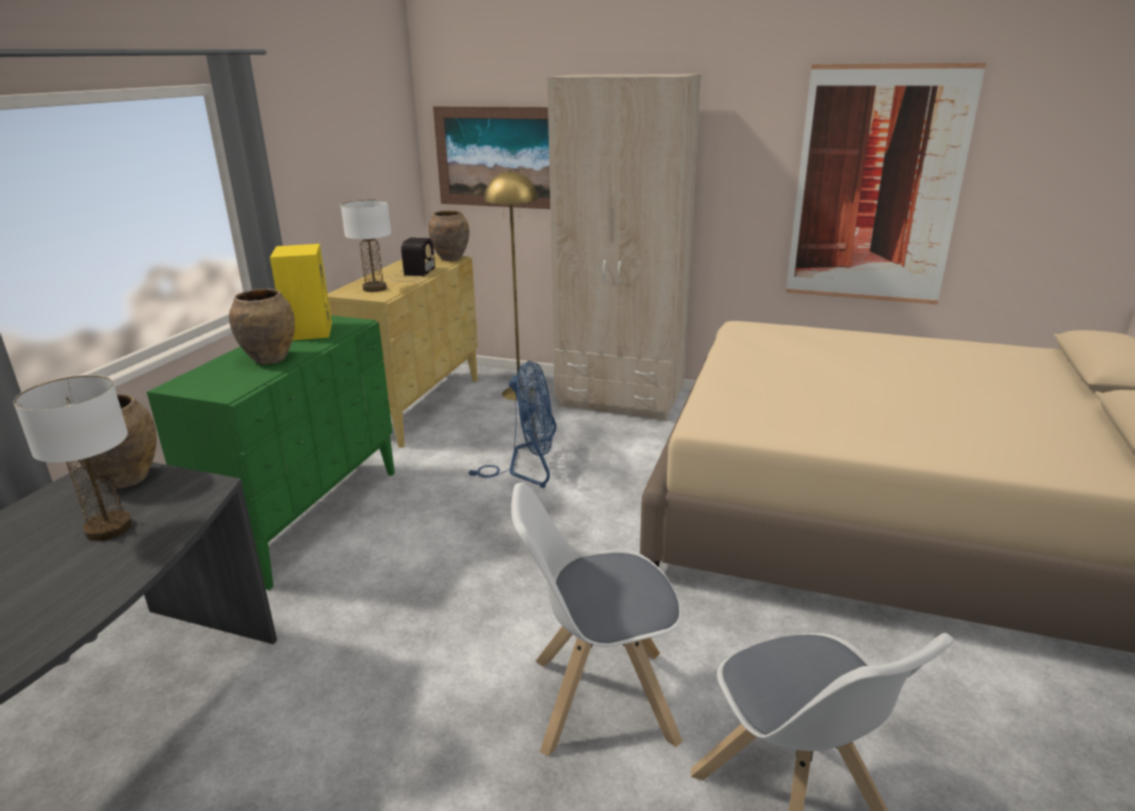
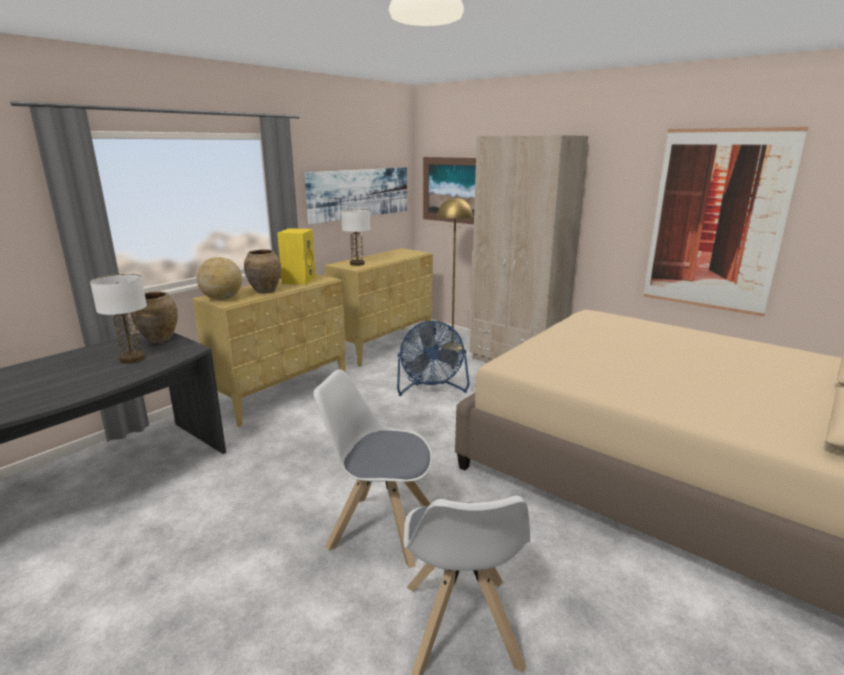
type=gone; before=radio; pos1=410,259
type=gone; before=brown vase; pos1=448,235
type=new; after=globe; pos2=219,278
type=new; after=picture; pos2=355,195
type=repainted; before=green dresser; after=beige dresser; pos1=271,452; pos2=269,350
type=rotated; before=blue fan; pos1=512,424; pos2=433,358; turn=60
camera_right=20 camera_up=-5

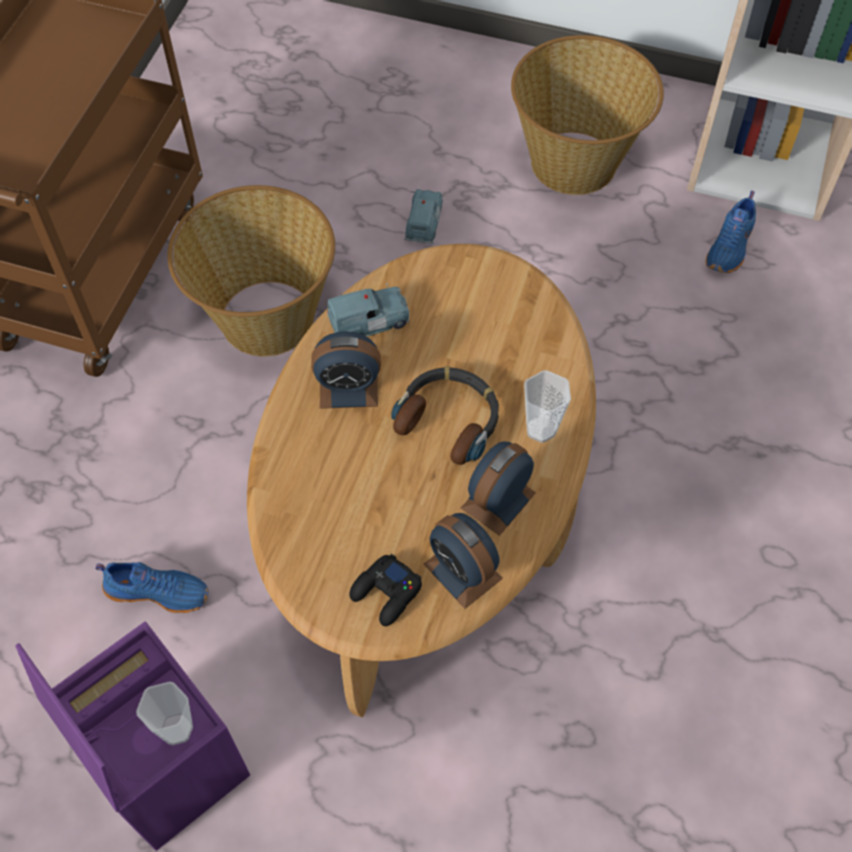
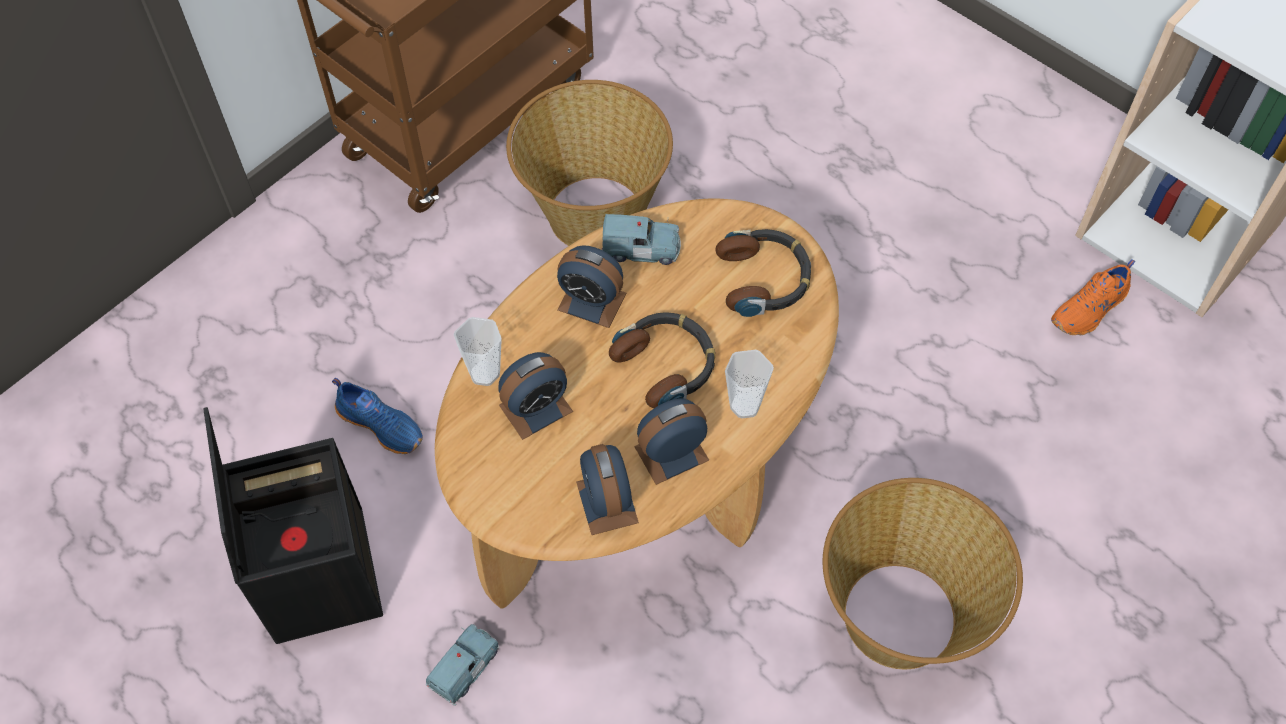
type=gone; before=black game controller; pos1=385,590
type=new; after=alarm clock; pos2=535,396
type=new; after=headphones; pos2=763,273
type=shifted; before=cup; pos1=164,713; pos2=478,351
type=shifted; before=blue toy car; pos1=424,216; pos2=462,665
type=shifted; before=basket; pos1=587,115; pos2=923,573
type=repainted; before=purple storage box; after=black storage box; pos1=132,736; pos2=293,525
type=repainted; before=blue shoe; after=orange shoe; pos1=730,231; pos2=1093,297
camera_right=25 camera_up=0

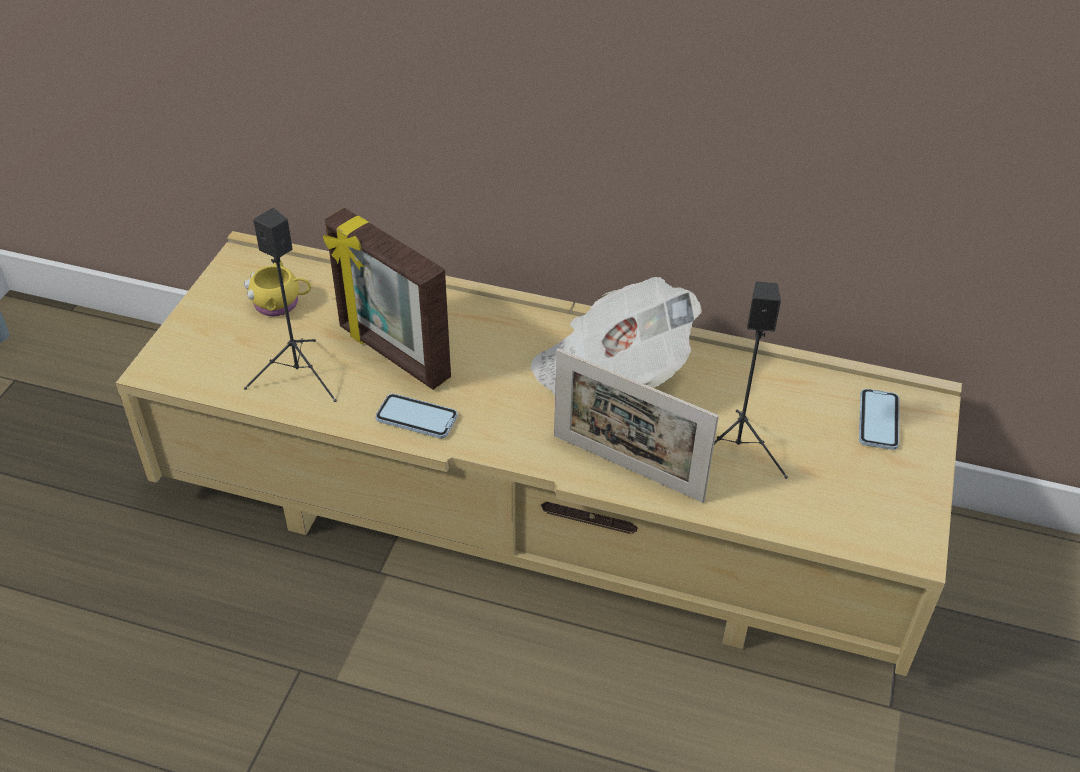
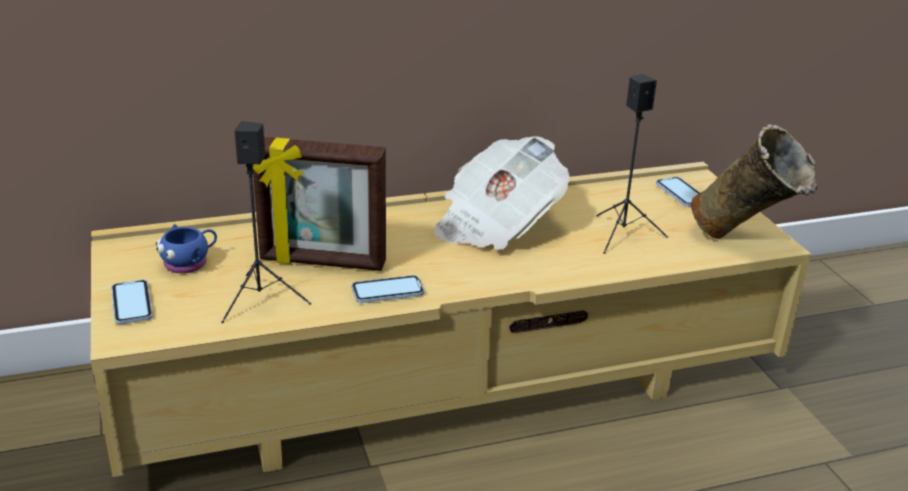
type=gone; before=picture frame; pos1=636,425
type=new; after=phone; pos2=132,302
type=new; after=beige vase; pos2=754,181
type=repainted; before=yellow mug; after=blue mug; pos1=277,288; pos2=186,248
camera_right=-35 camera_up=-15

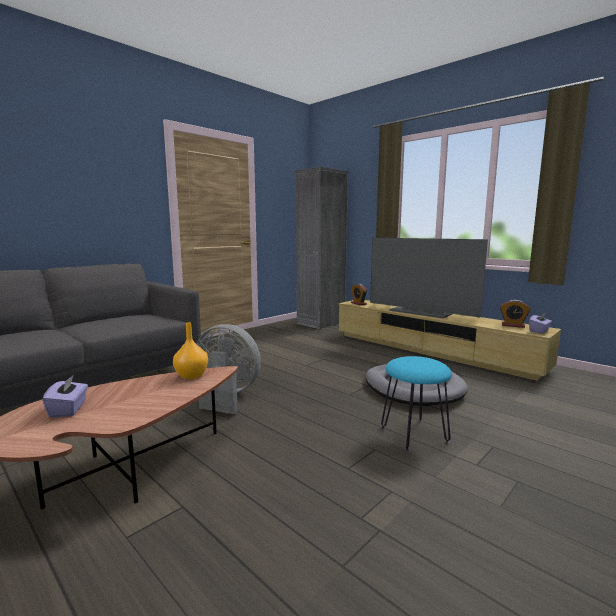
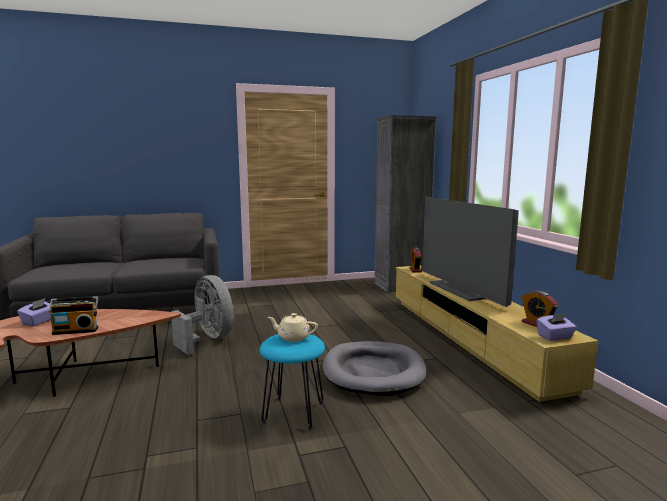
type=gone; before=orange vase; pos1=190,350
type=new; after=radio; pos2=73,315
type=new; after=beige teapot; pos2=293,327
camera_right=30 camera_up=0

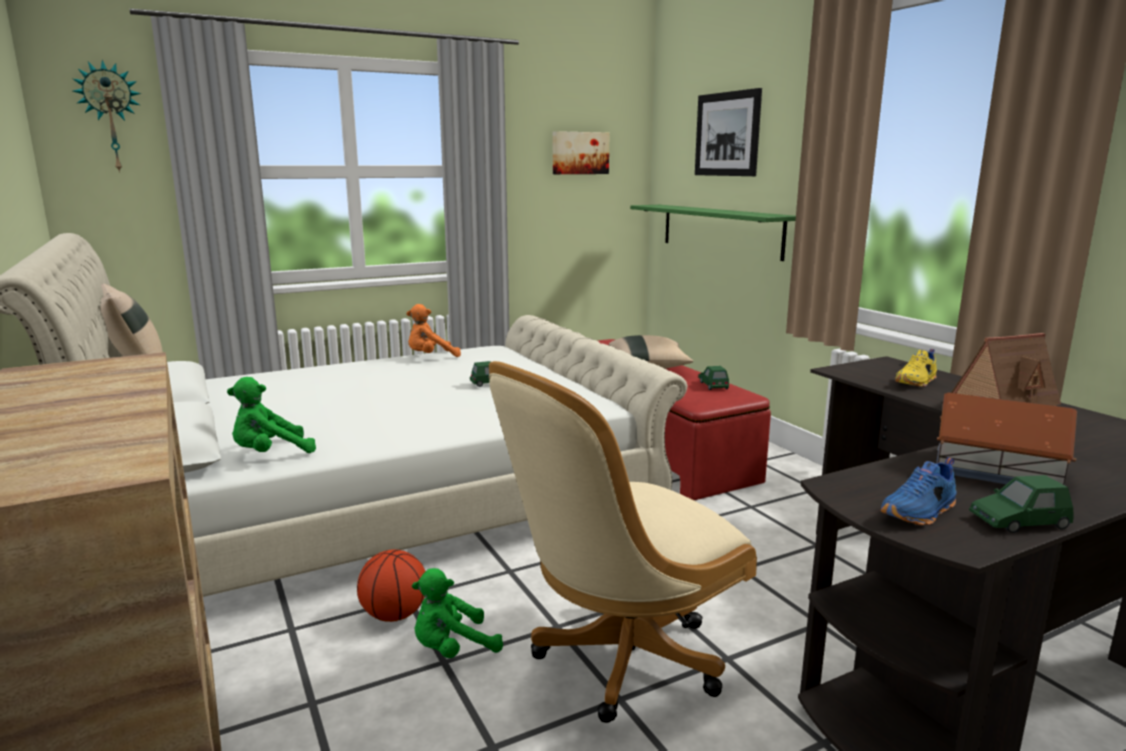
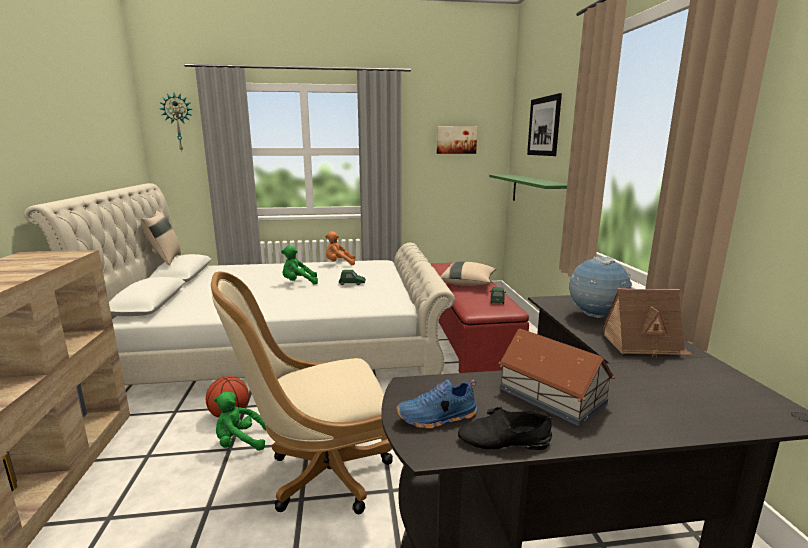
type=shifted; before=green plush toy; pos1=271,415; pos2=299,265
type=swapped; before=yellow shoe; after=globe; pos1=916,368; pos2=600,287
type=swapped; before=green toy car; after=black shoe; pos1=1021,504; pos2=505,428
camera_right=20 camera_up=0

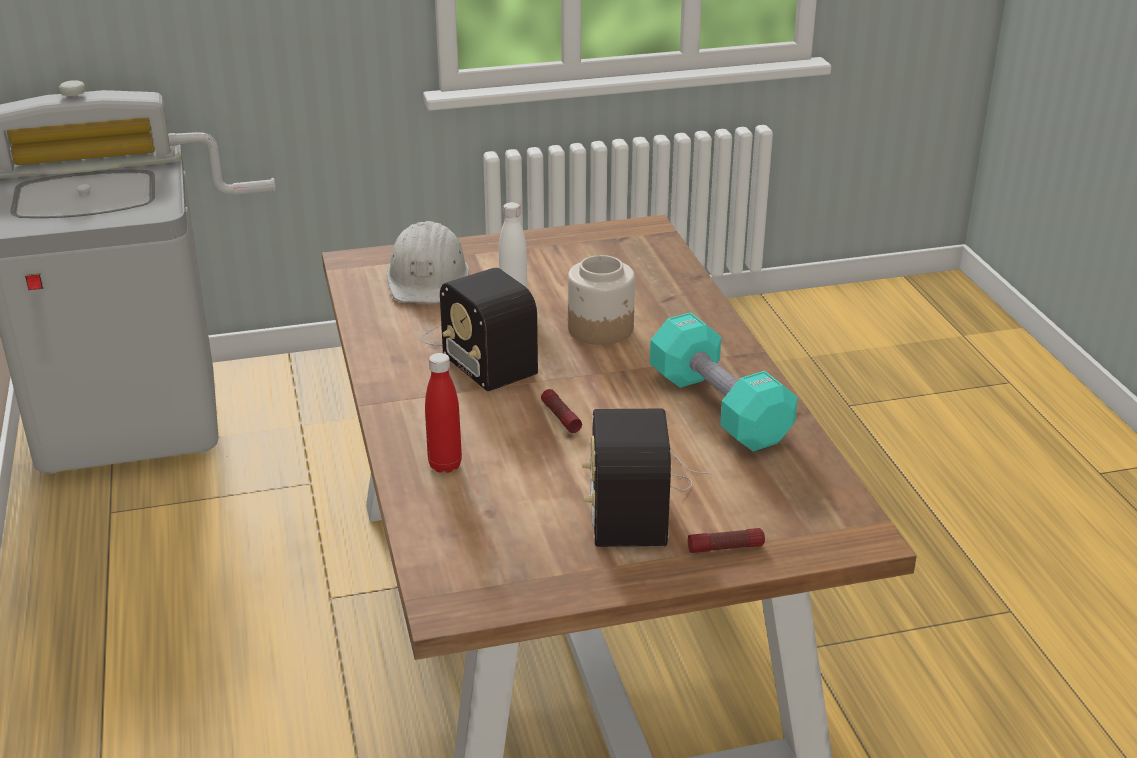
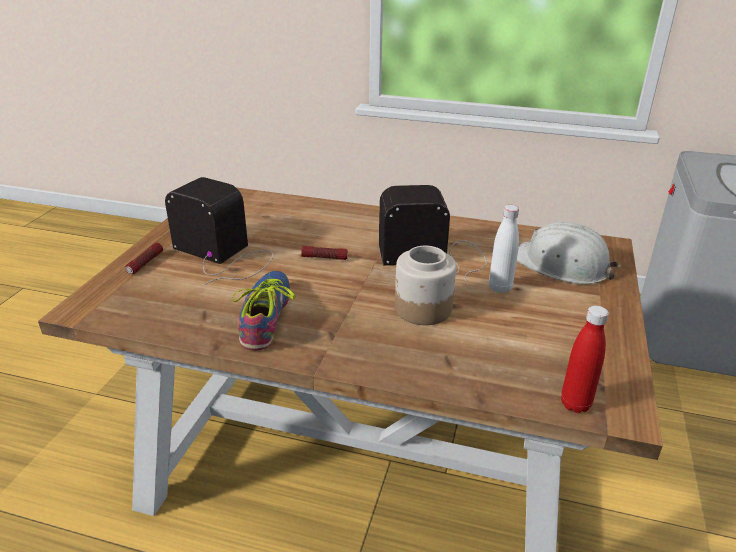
type=shifted; before=red bottle; pos1=443,413; pos2=585,359
type=swapped; before=turquoise dumbbell; after=shoe; pos1=724,381; pos2=264,310
camera_right=120 camera_up=0

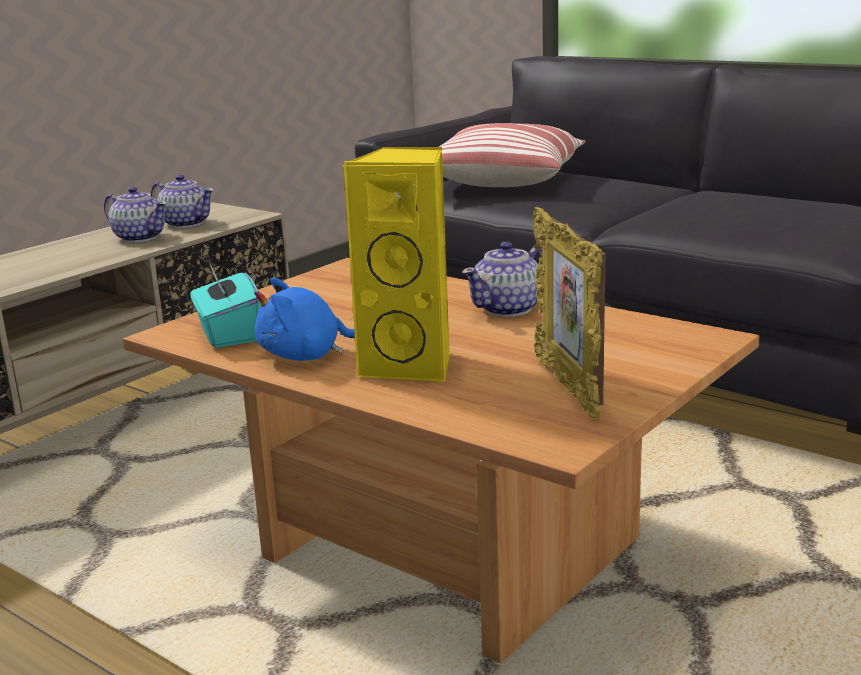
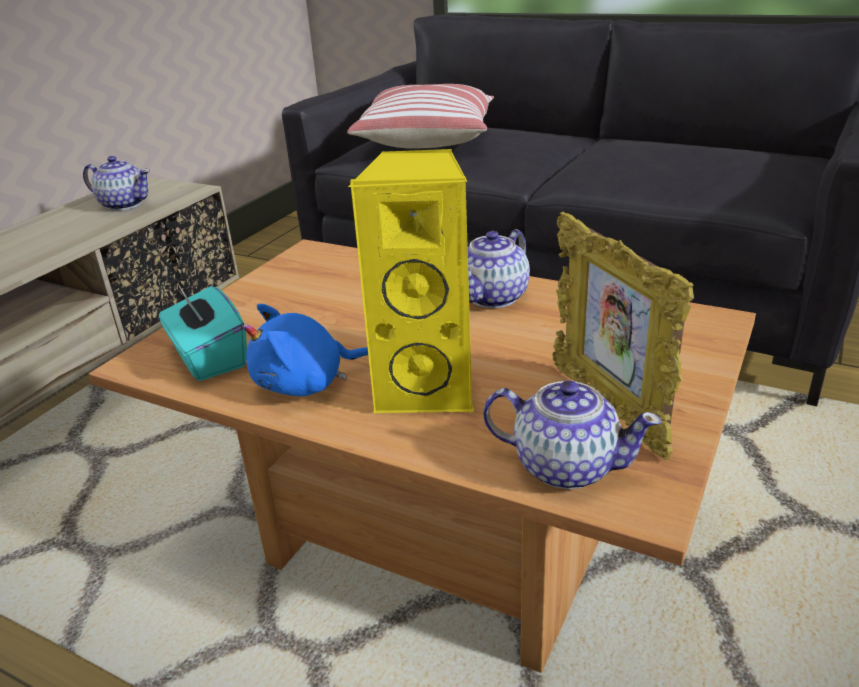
type=shifted; before=teapot; pos1=135,214; pos2=572,434
camera_right=-10 camera_up=10

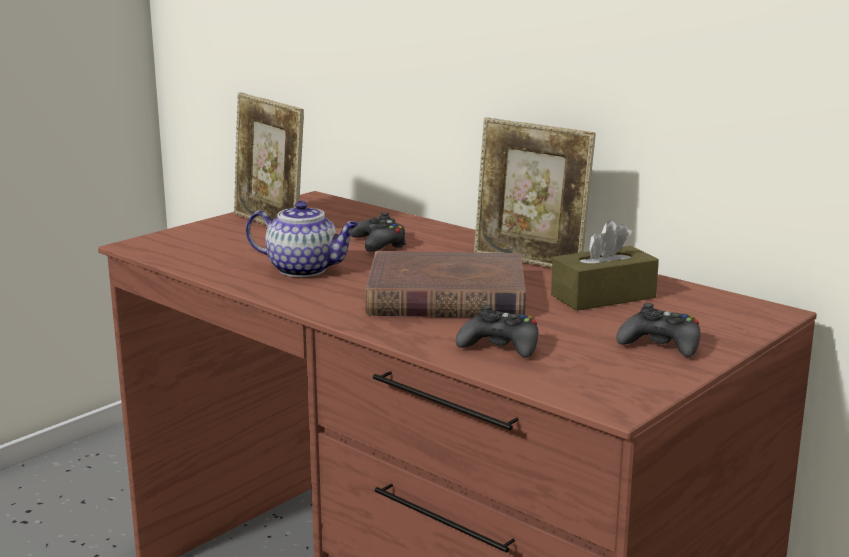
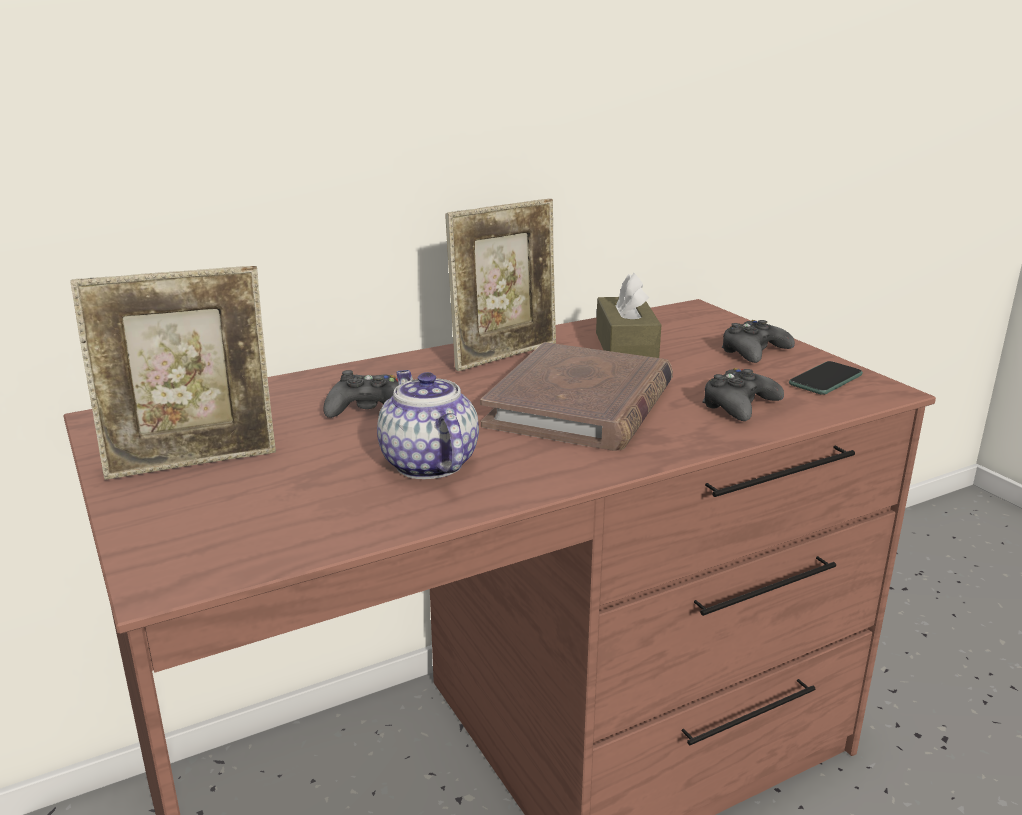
type=new; after=phone; pos2=826,378
type=rotated; before=teapot; pos1=302,239; pos2=428,424; turn=-60
camera_right=-70 camera_up=5

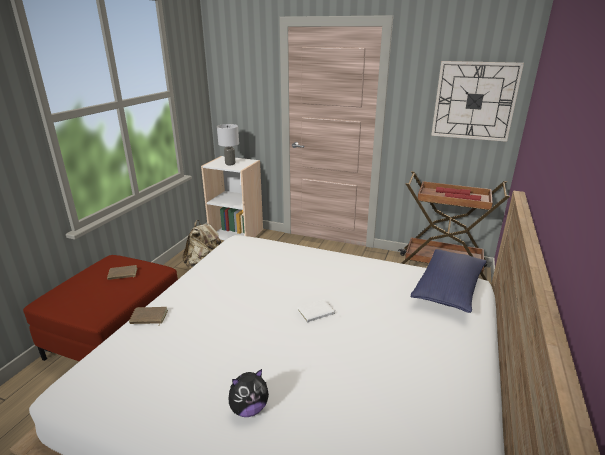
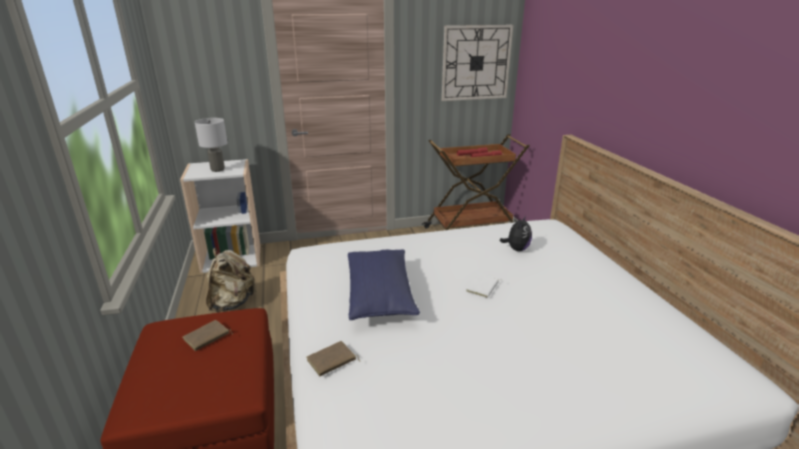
type=shifted; before=plush toy; pos1=249,393; pos2=516,233
type=shifted; before=blue pillow; pos1=449,281; pos2=384,284
camera_right=-35 camera_up=0

